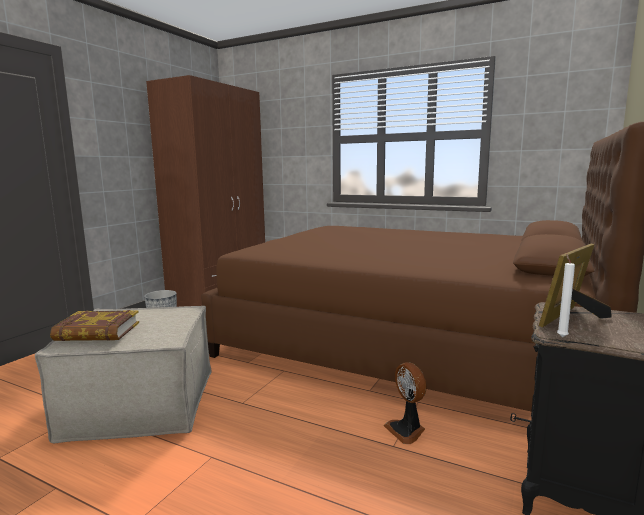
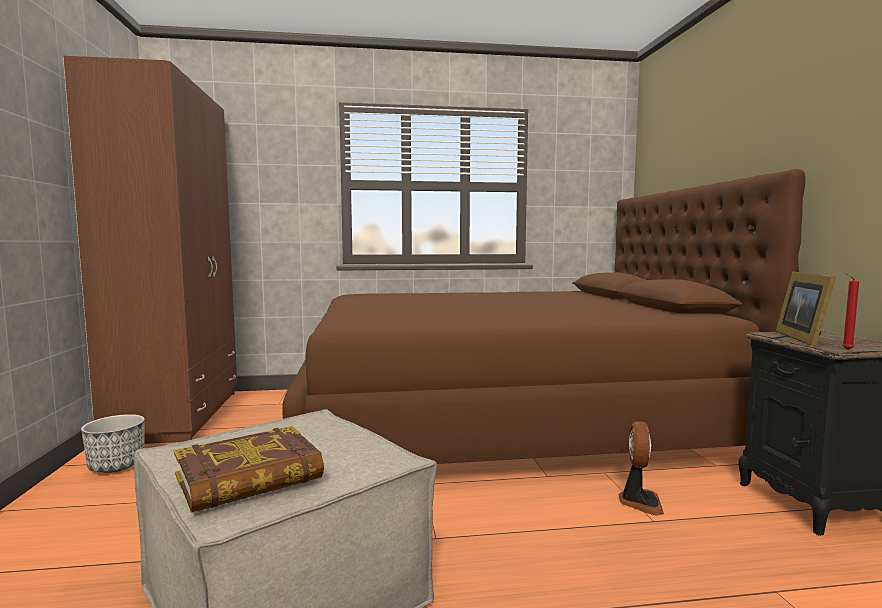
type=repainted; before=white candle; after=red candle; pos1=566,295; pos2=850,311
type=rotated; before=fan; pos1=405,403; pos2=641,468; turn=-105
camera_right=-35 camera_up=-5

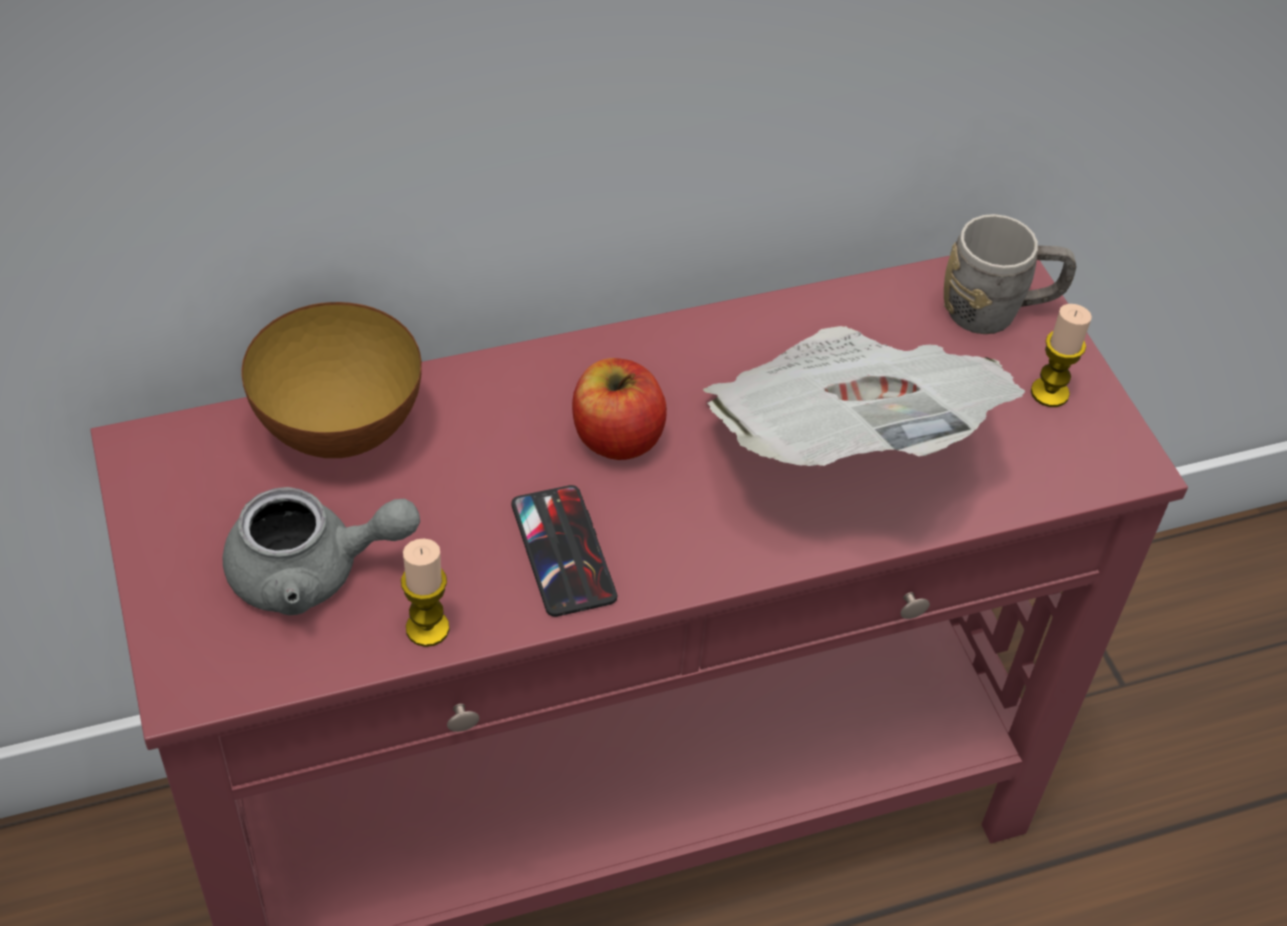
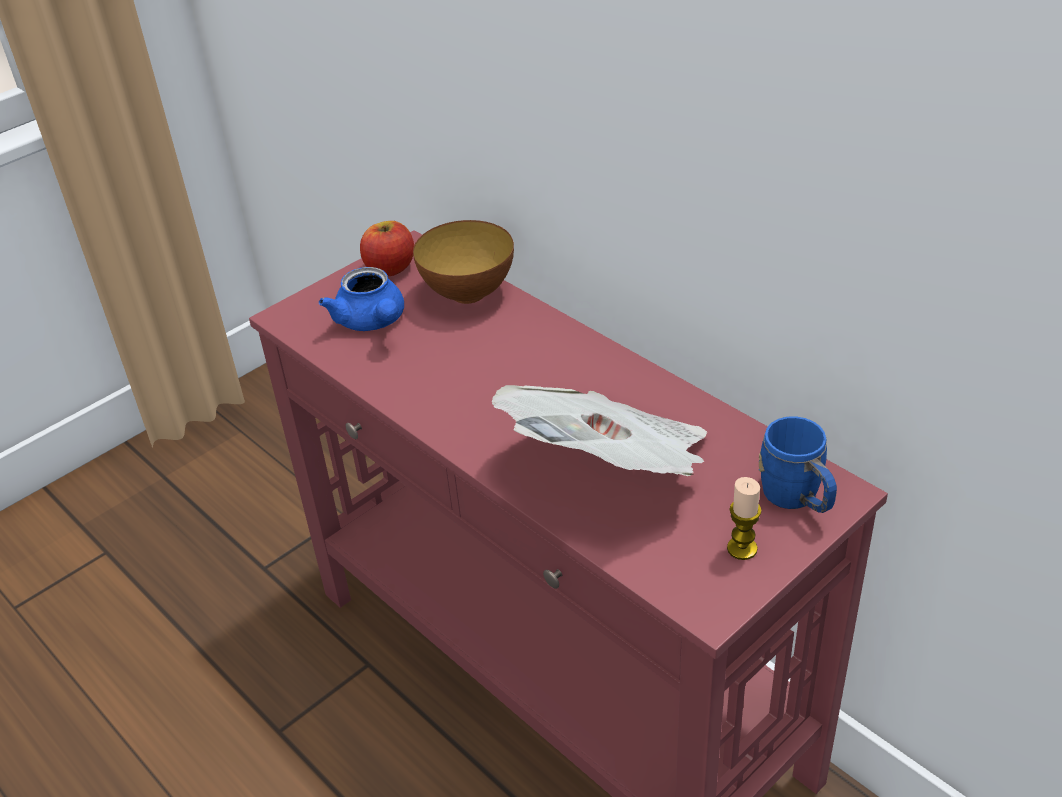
type=gone; before=candle; pos1=425,593
type=gone; before=phone; pos1=564,551
type=shifted; before=apple; pos1=619,409; pos2=387,248
type=repainted; before=grey teapot; after=blue teapot; pos1=321,551; pos2=361,299
type=repainted; before=grey mug; after=blue mug; pos1=1010,274; pos2=798,464
camera_right=70 camera_up=-10

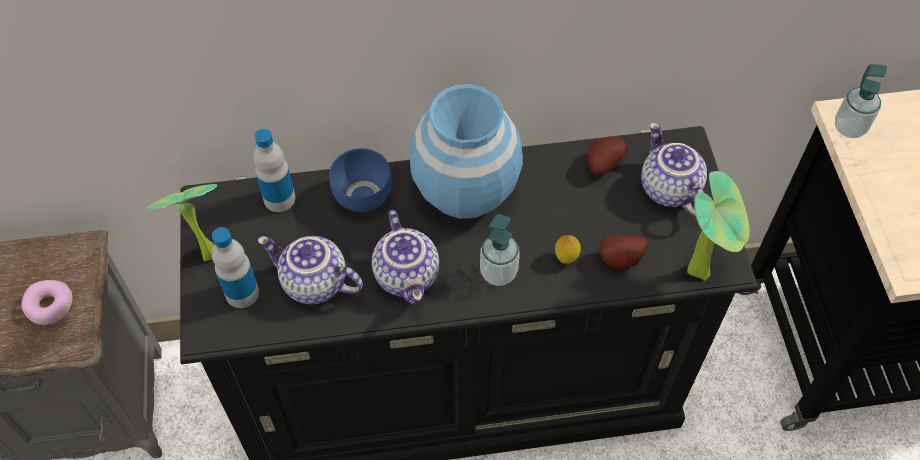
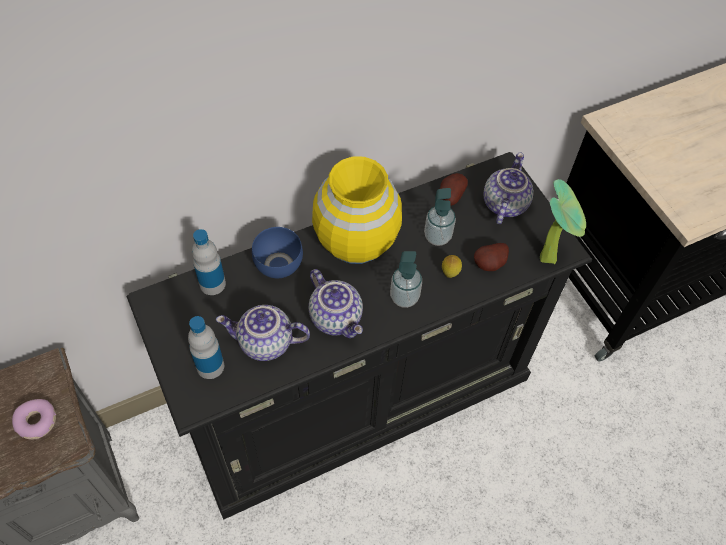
type=gone; before=potted plant; pos1=182,223
type=shifted; before=soap dispenser; pos1=861,101; pos2=440,217
type=repainted; before=blue vase; after=yellow vase; pos1=466,151; pos2=357,210
type=rotated; before=teapot; pos1=674,169; pos2=508,188; turn=60
camera_right=-20 camera_up=0

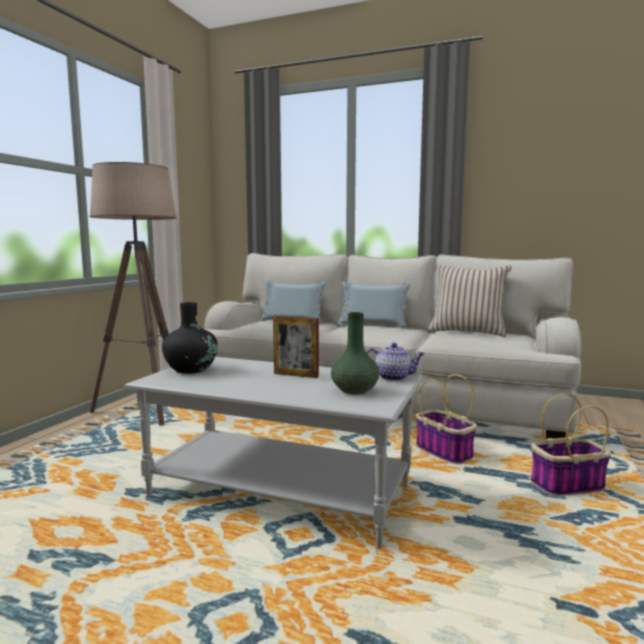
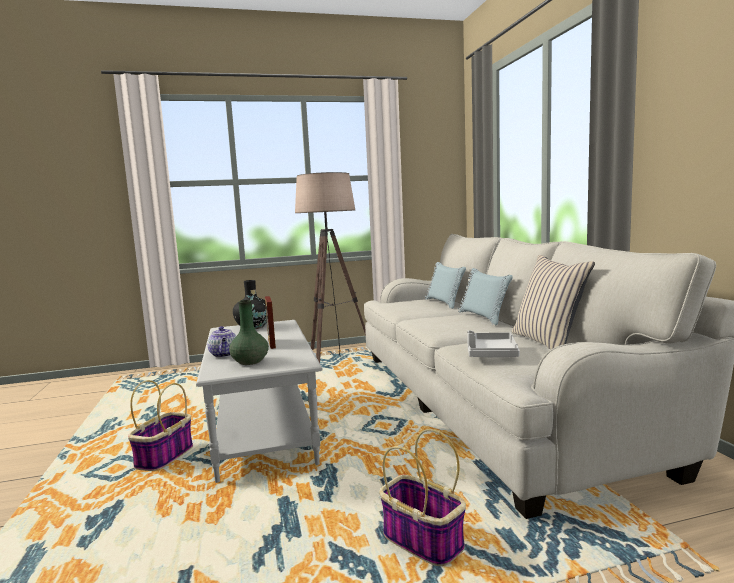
type=new; after=grey tray; pos2=493,344
type=shifted; before=teapot; pos1=395,362; pos2=221,342
type=shifted; before=basket; pos1=446,419; pos2=160,425
camera_right=55 camera_up=0

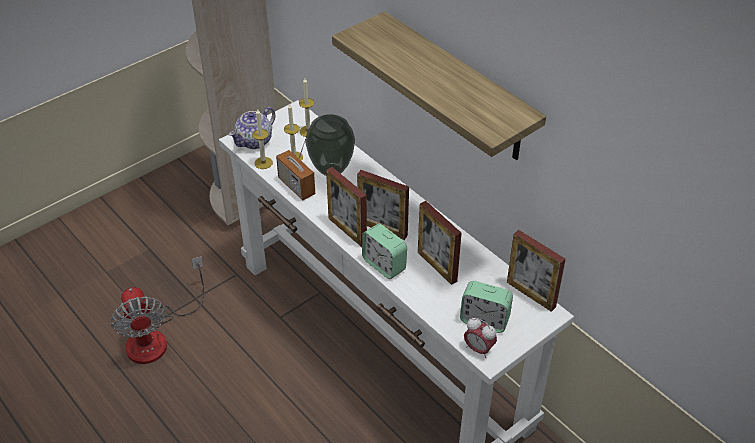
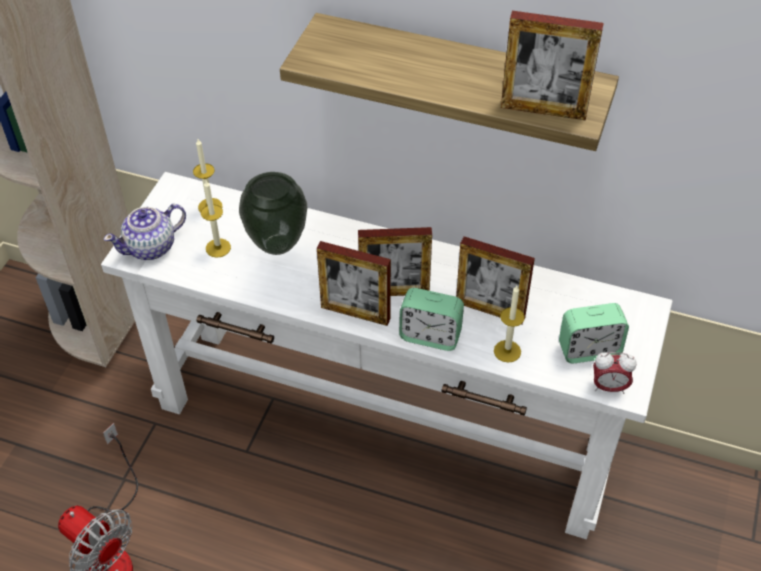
type=gone; before=radio; pos1=295,169
type=shifted; before=candle; pos1=262,139; pos2=509,324
type=shifted; before=picture frame; pos1=536,271; pos2=552,65
type=rotated; before=teapot; pos1=252,128; pos2=145,232; turn=45
camera_right=-30 camera_up=5

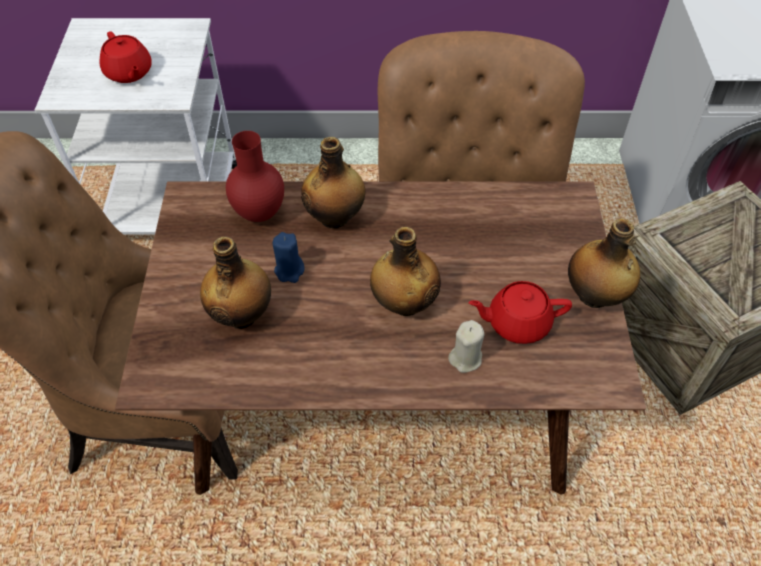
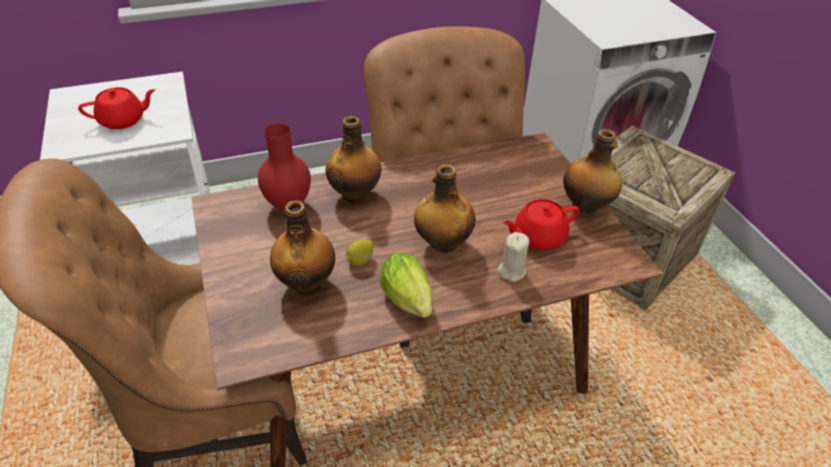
type=gone; before=blue candle; pos1=288,257
type=new; after=lemon; pos2=360,253
type=new; after=lettuce; pos2=406,285
type=rotated; before=red teapot; pos1=125,57; pos2=117,108; turn=-60
camera_right=-20 camera_up=-10

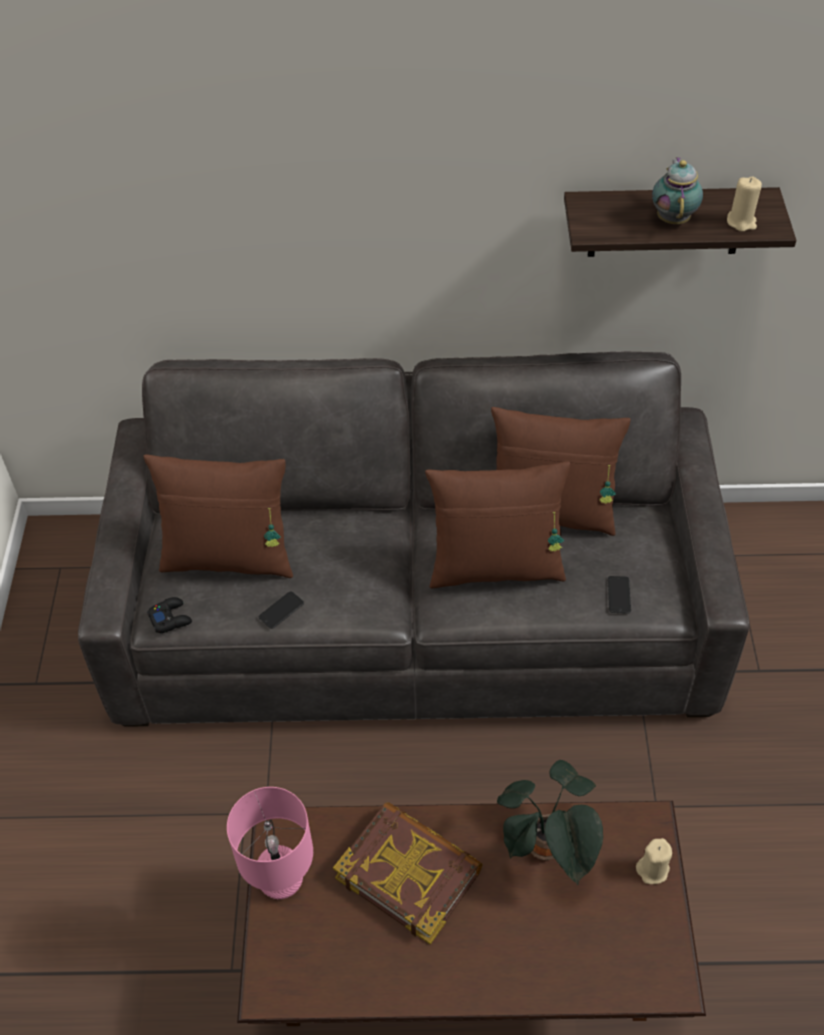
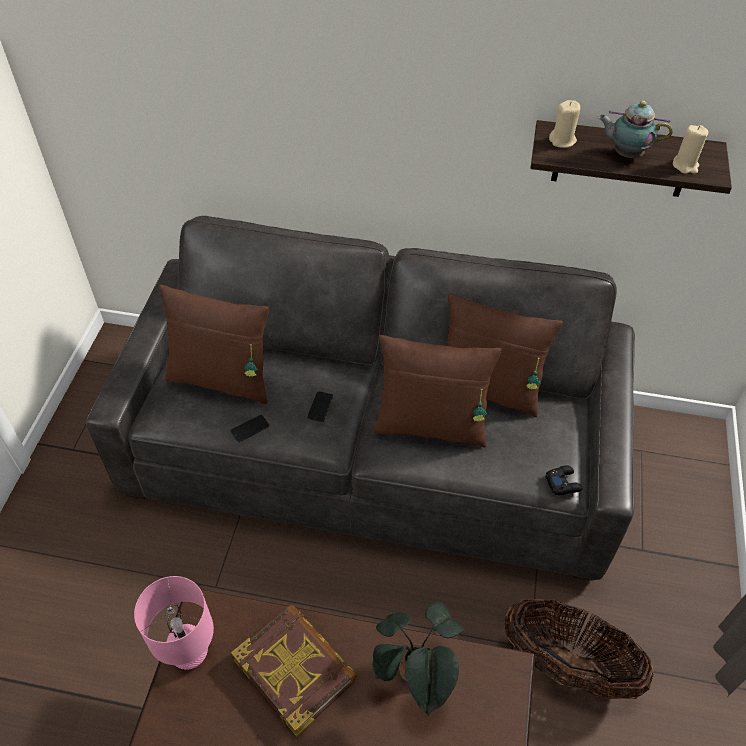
type=new; after=basket; pos2=579,649
type=shifted; before=black game controller; pos1=169,615; pos2=564,480
type=shifted; before=phone; pos1=619,595; pos2=320,406
type=shifted; before=beige candle; pos1=654,861; pos2=564,124
type=rotated; before=teapot; pos1=677,190; pos2=635,129; turn=-90
camera_right=10 camera_up=0

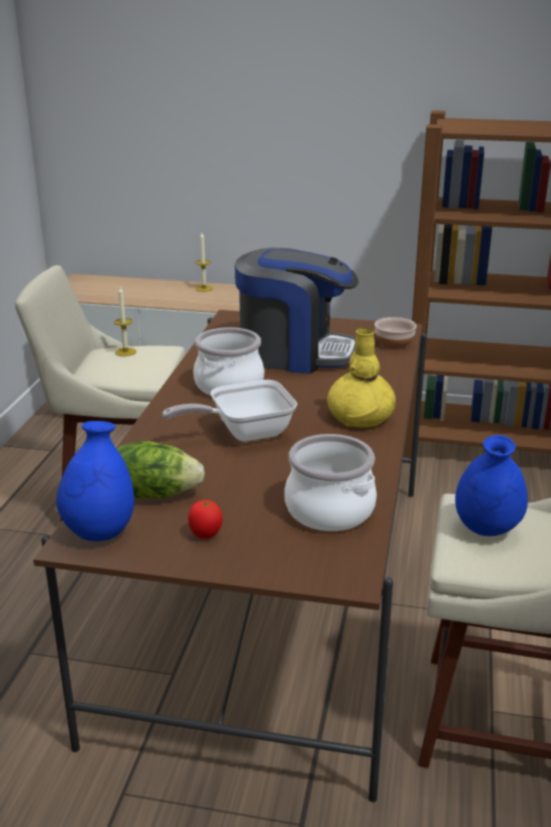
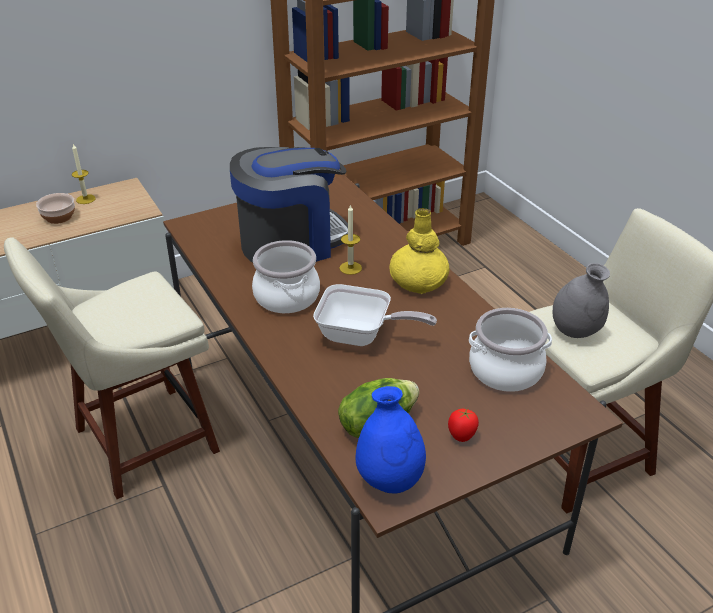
type=shifted; before=candle; pos1=125,321; pos2=350,239
type=shifted; before=bowl; pos1=395,333; pos2=55,208
type=repainted; before=blue vase; after=grey vase; pos1=491,485; pos2=581,300
type=rotated; before=frying pan; pos1=229,411; pos2=375,315; turn=-105
camera_right=-40 camera_up=10

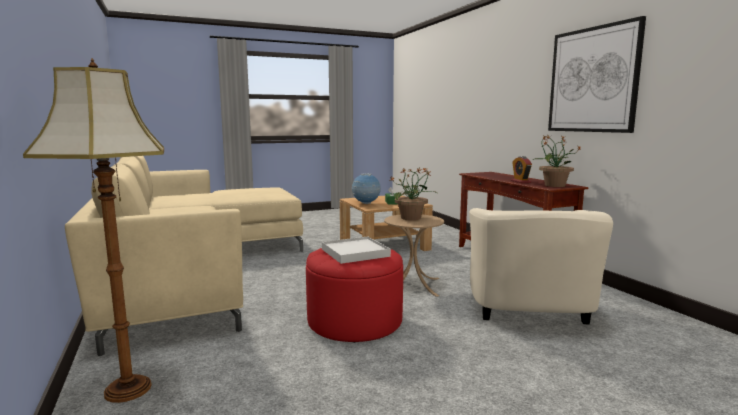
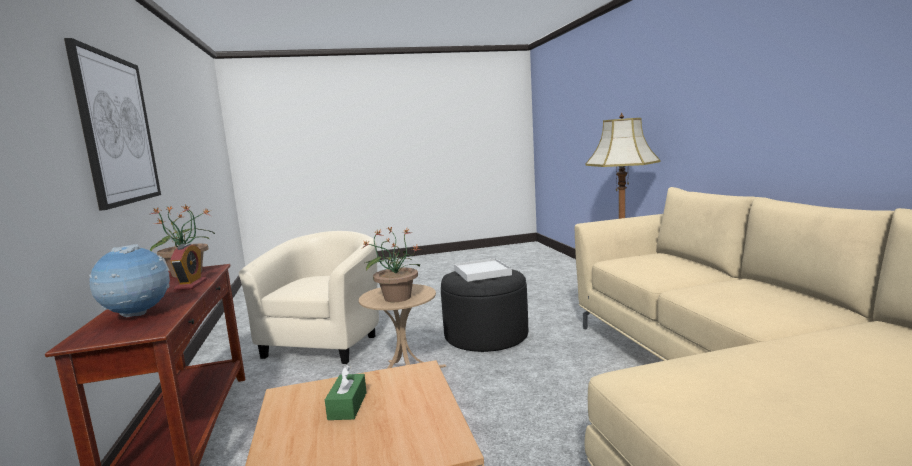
type=shifted; before=globe; pos1=366,188; pos2=129,280
type=repainted; before=red ottoman; after=black ottoman; pos1=354,295; pos2=484,311
camera_right=-170 camera_up=0

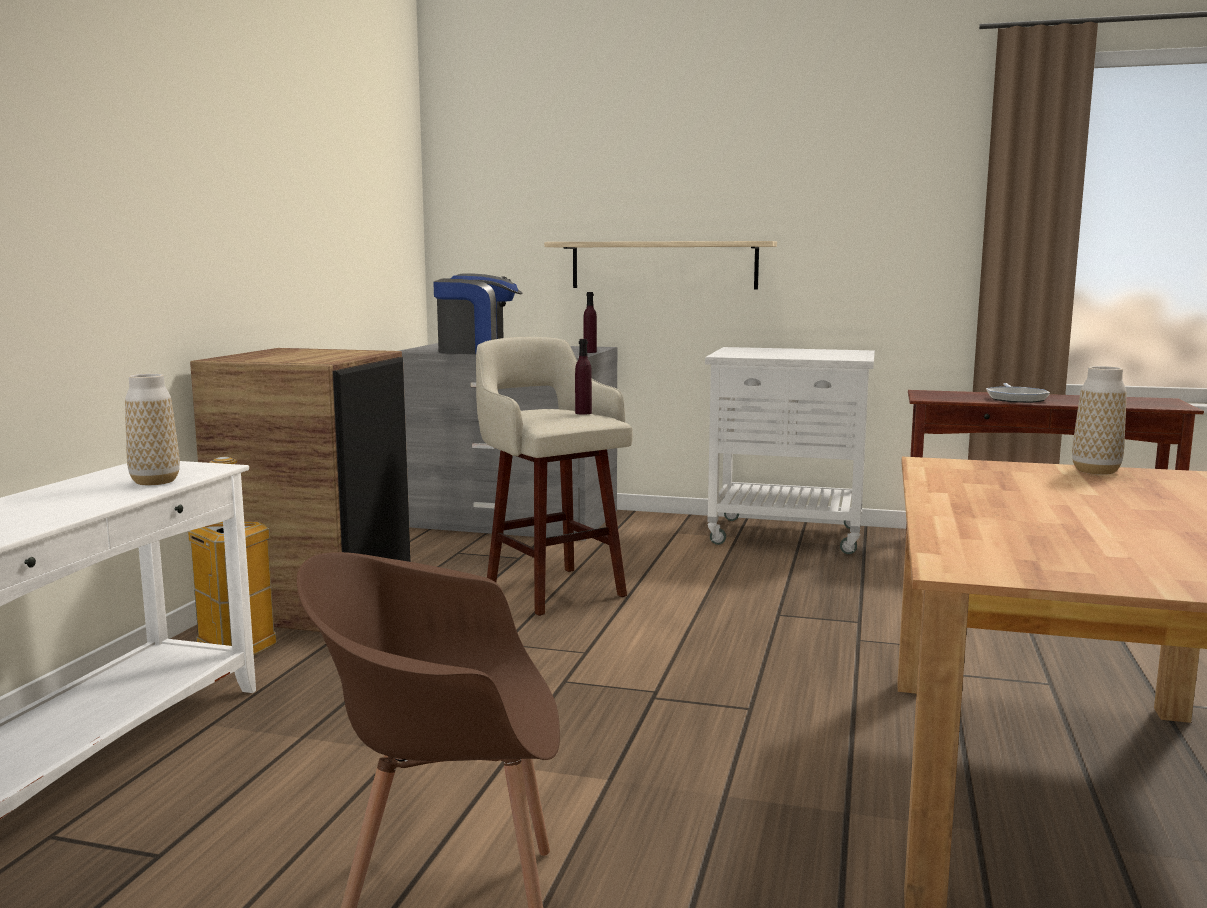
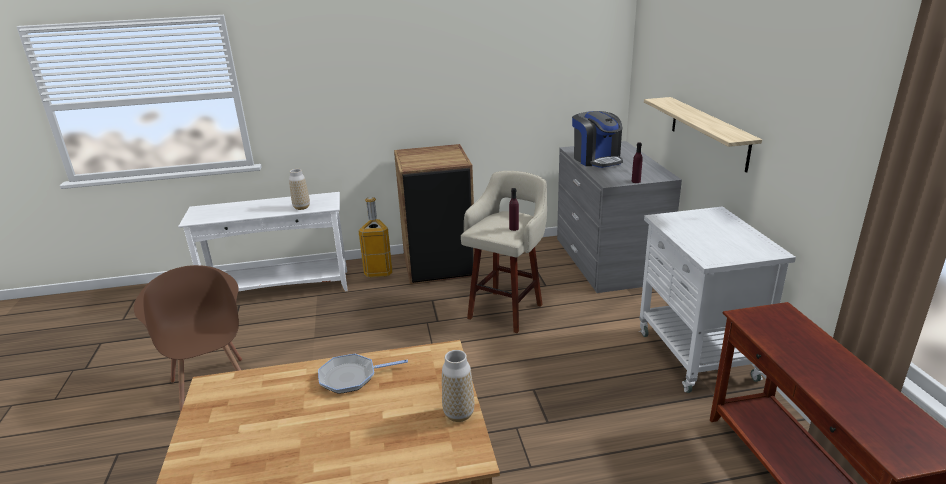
type=shifted; before=frying pan; pos1=1018,393; pos2=363,374
camera_right=65 camera_up=15

